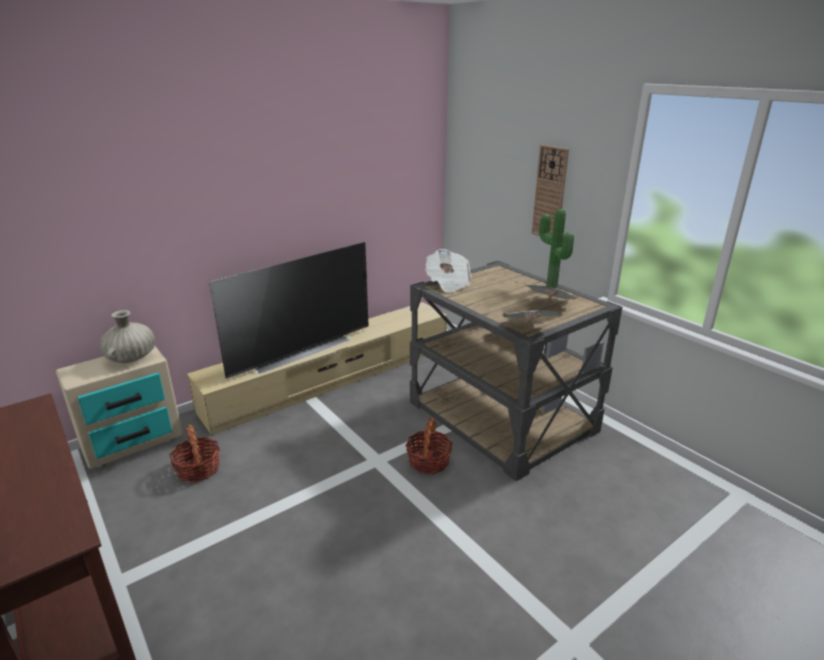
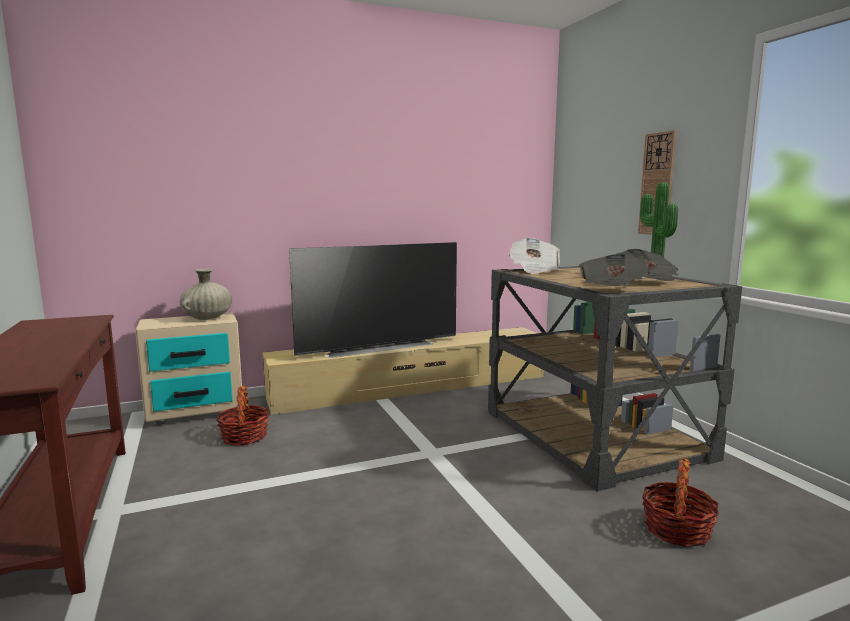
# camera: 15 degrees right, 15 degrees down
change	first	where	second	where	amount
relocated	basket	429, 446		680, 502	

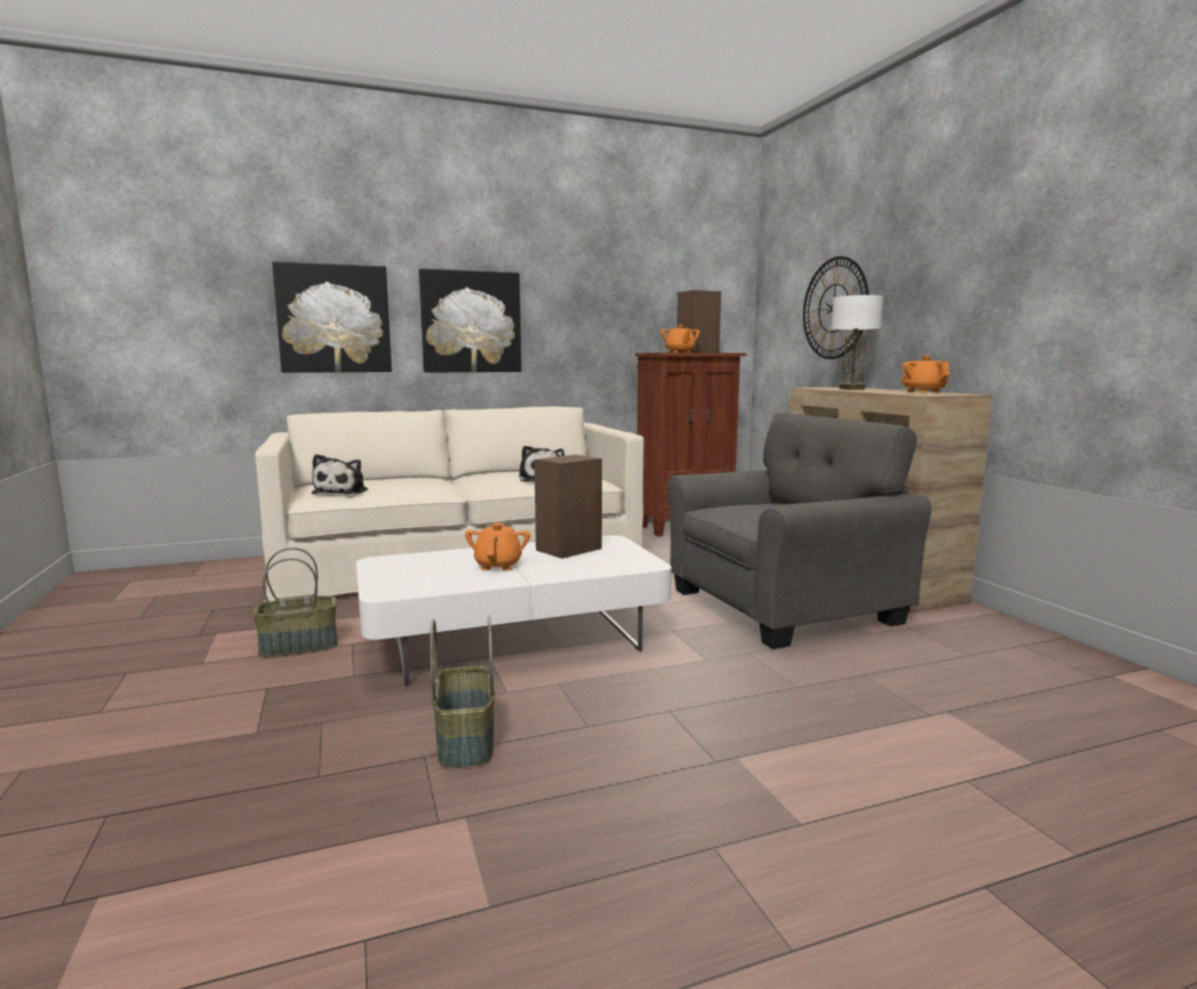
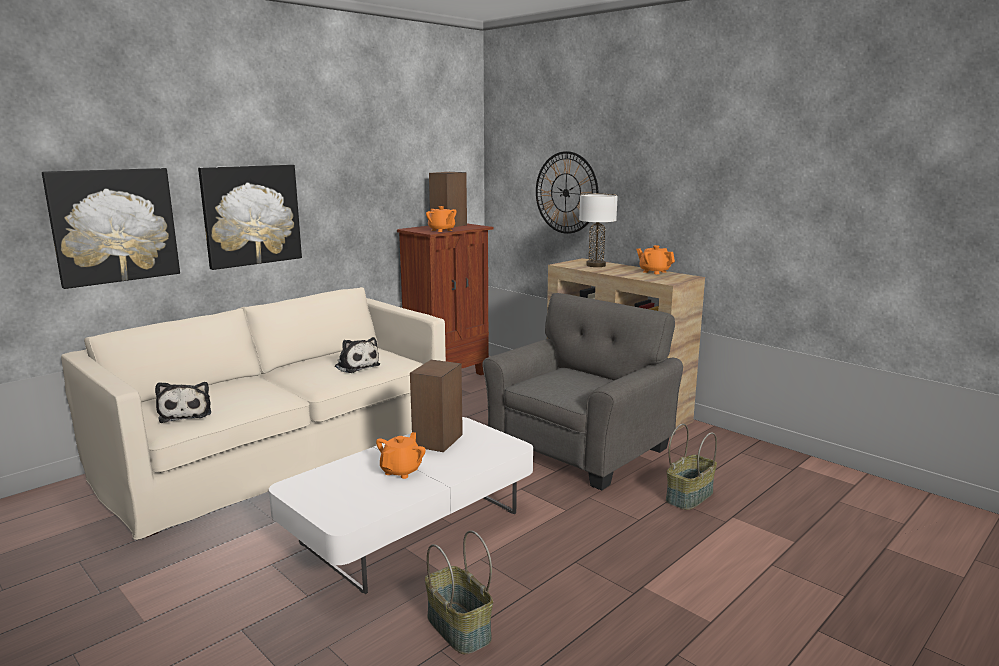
# camera: 25 degrees left, 5 degrees up
change	first	where	second	where	amount
spun	orange teapot	497, 547		401, 455	45 degrees clockwise
relocated	basket	295, 602		691, 466	

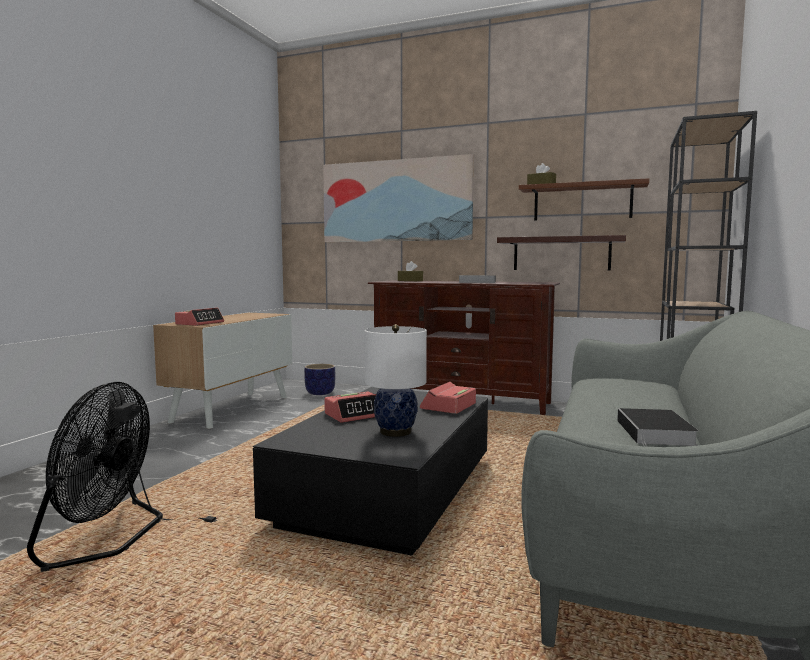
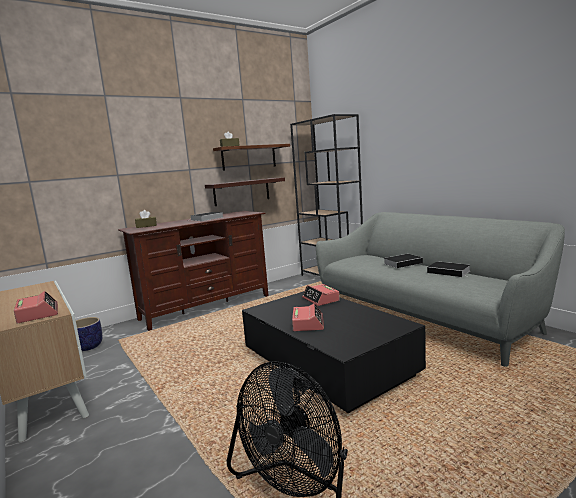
# camera: 55 degrees left, 5 degrees up
change	first	where	second	where	amount
appeared			book	403, 261	
missing	picture	398, 198			
missing	white table lamp	395, 380			

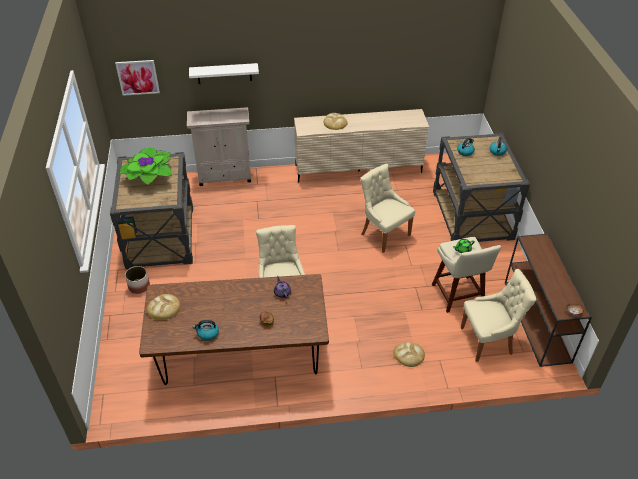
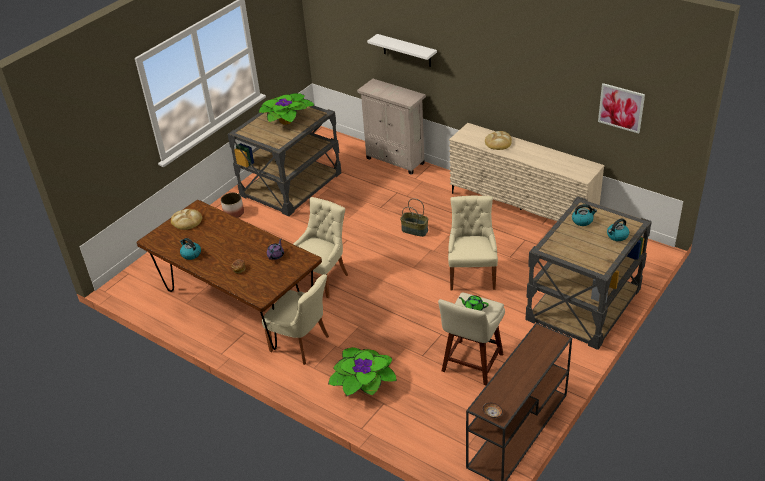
# camera: 45 degrees right, 5 degrees down
change	first	where	second	where	amount
relocated	beige chair	499, 315		295, 319	
exchanged	bread	409, 354	potted plant	362, 371	
appeared			basket	414, 217	
relocated	picture	137, 78		621, 108	

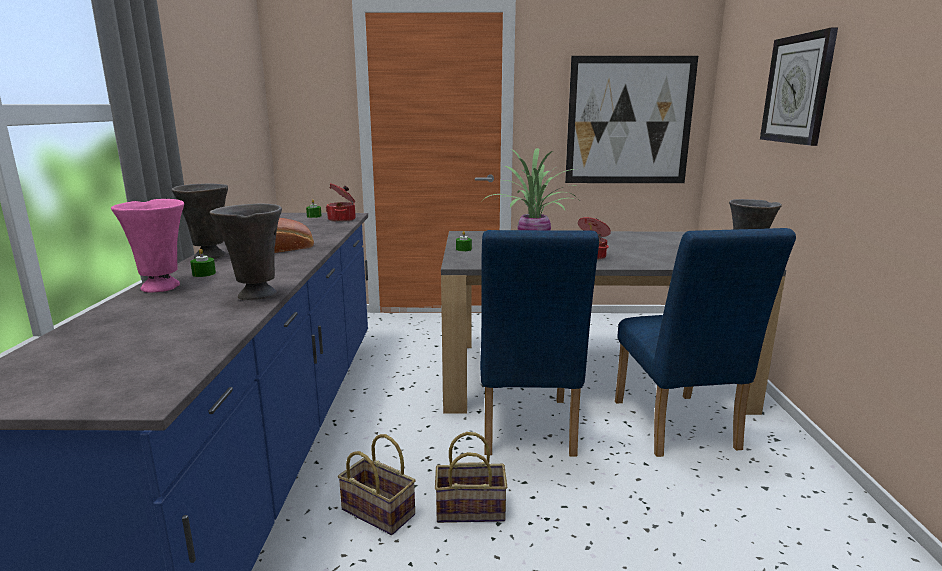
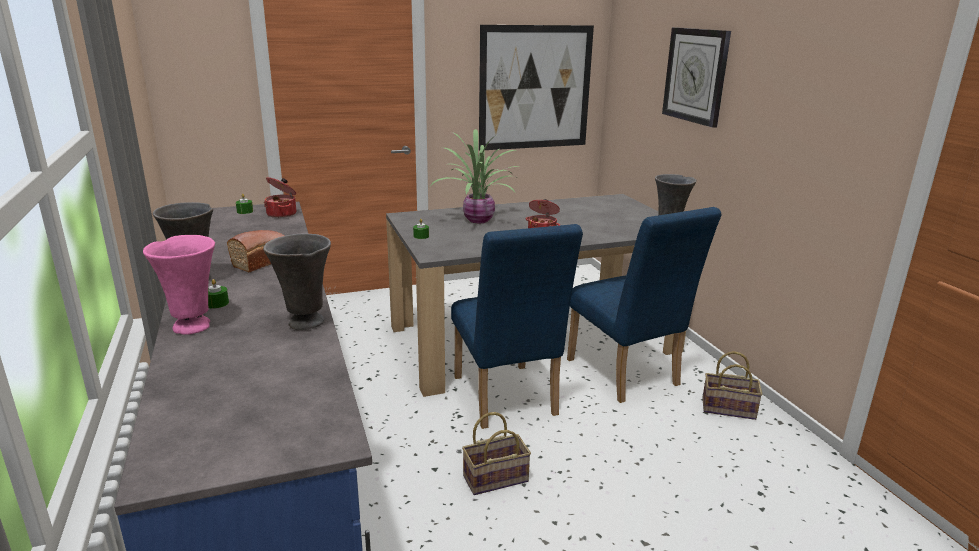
# camera: 20 degrees left, 5 degrees up
change	first	where	second	where	amount
relocated	basket	376, 484		732, 385	

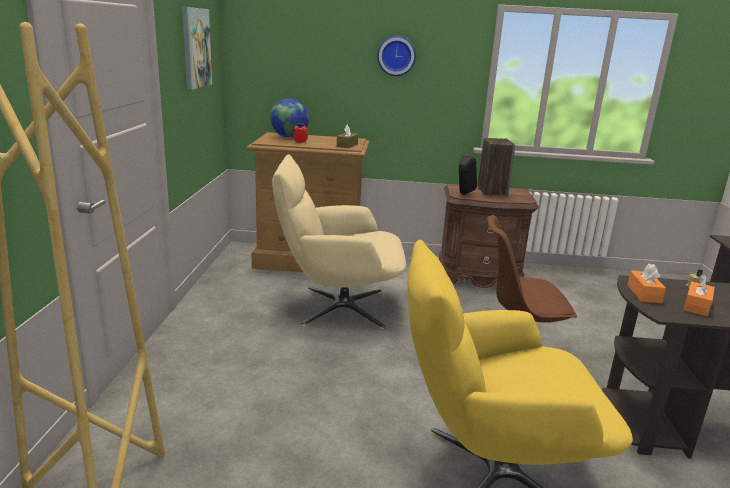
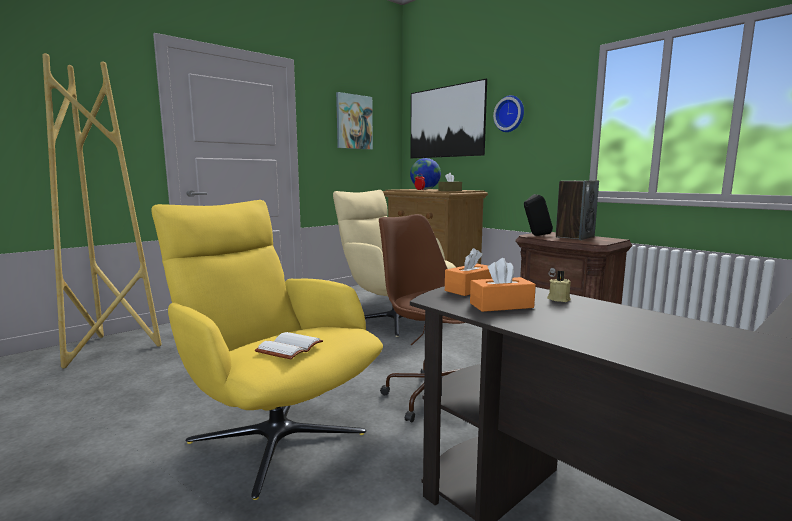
# camera: 45 degrees right, 10 degrees down
change	first	where	second	where	amount
appeared			white book	288, 345	
appeared			picture	449, 118	

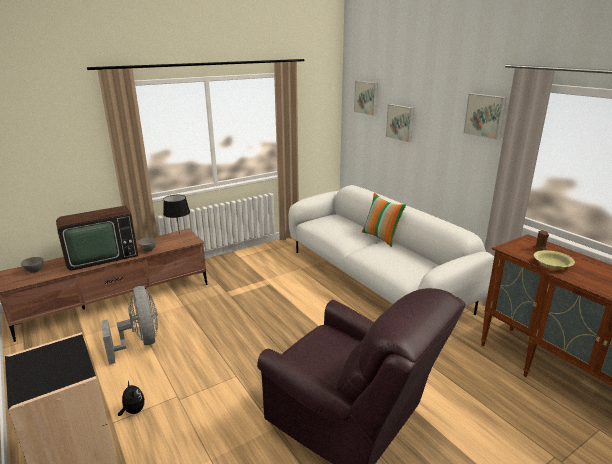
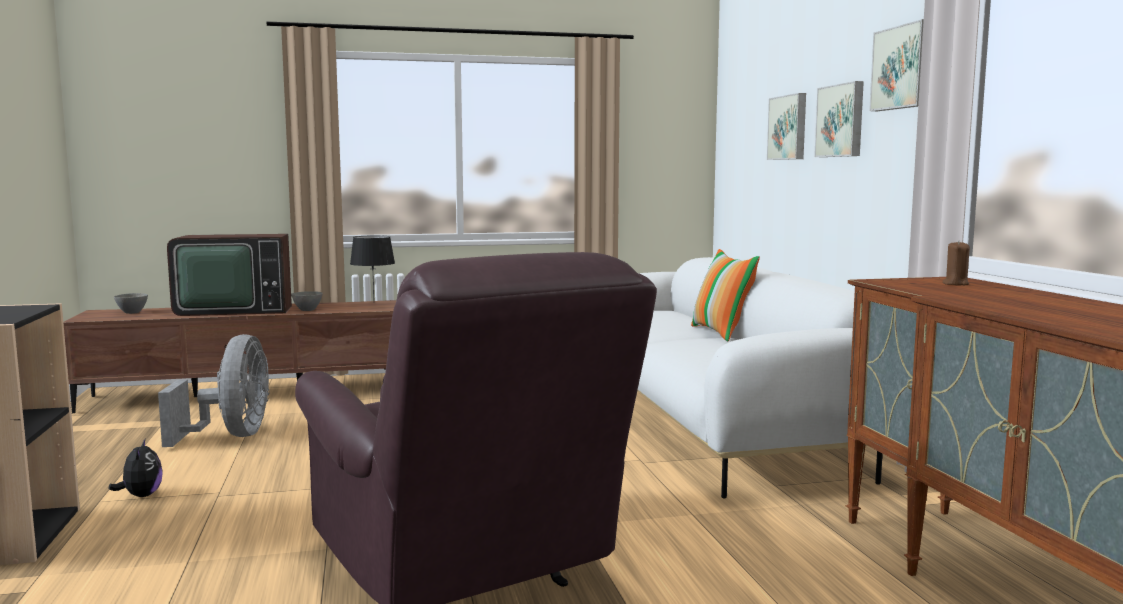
# camera: 20 degrees right, 15 degrees down
change	first	where	second	where	amount
relocated	picture	366, 98		839, 119	
missing	yellow bowl	554, 259			

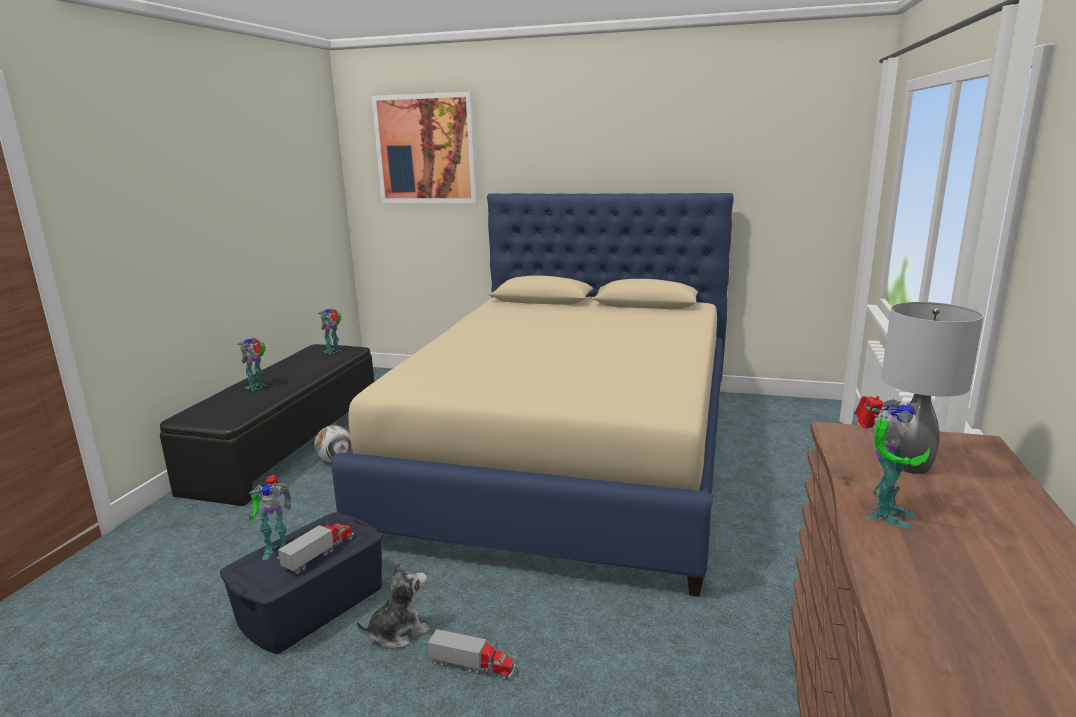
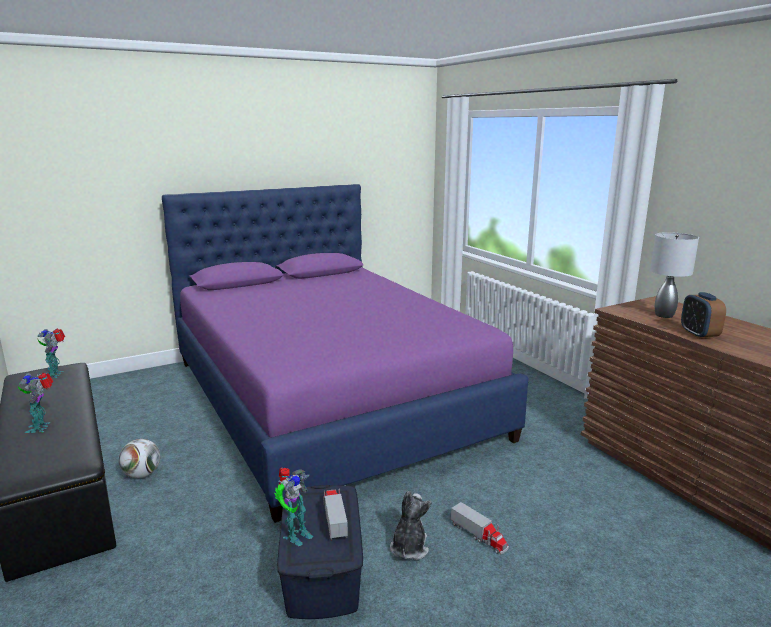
# camera: 45 degrees left, 0 degrees up
change	first	where	second	where	amount
colour	beige bed	532, 395	purple bed	345, 353	
spun	toy truck	472, 654		480, 528	75 degrees clockwise
exchanged	toy robot	892, 462	alarm clock	703, 315	
missing	picture	425, 147			

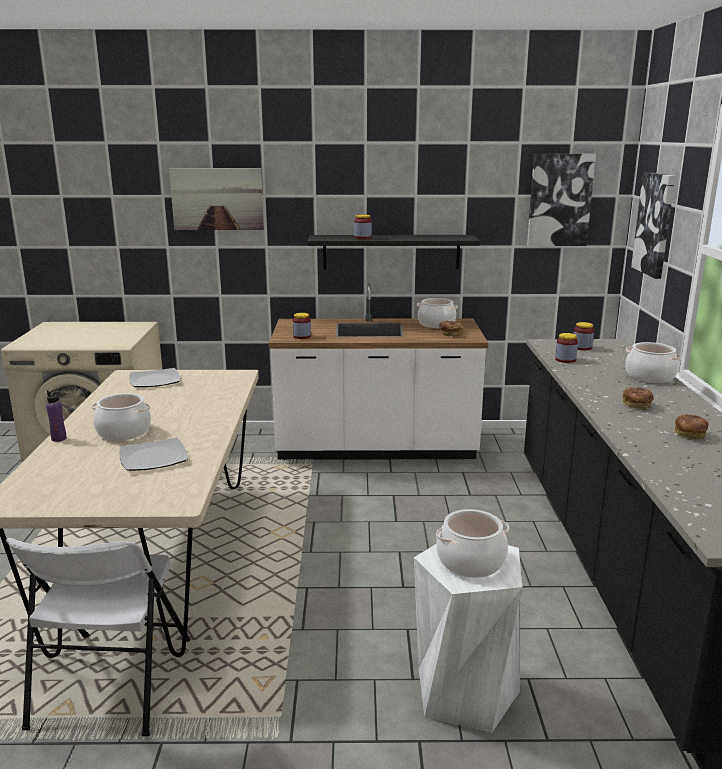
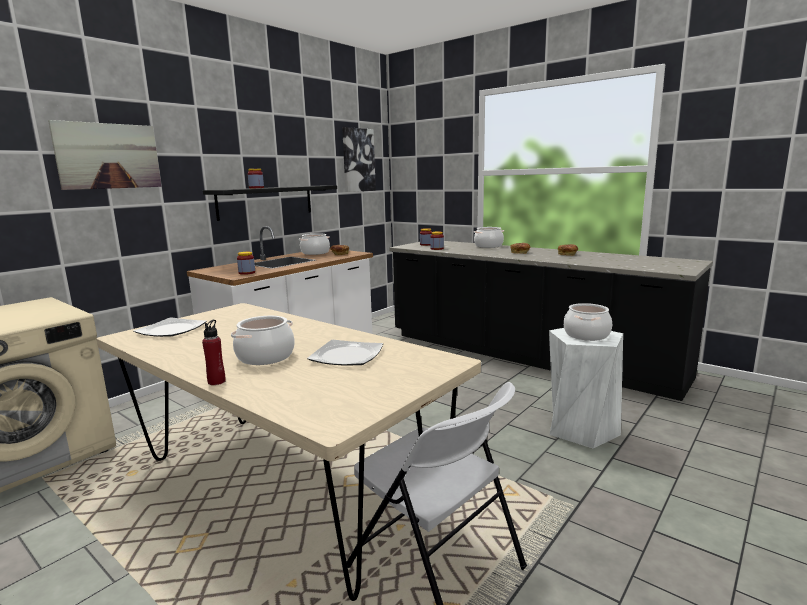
# camera: 50 degrees left, 5 degrees down
change	first	where	second	where	amount
colour	purple bottle	56, 415	red bottle	214, 352	
missing	picture	653, 225			

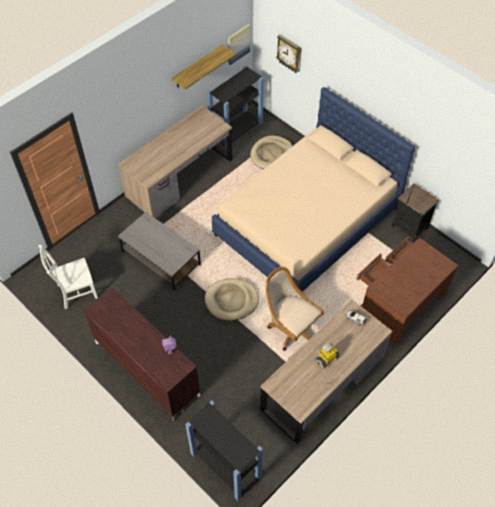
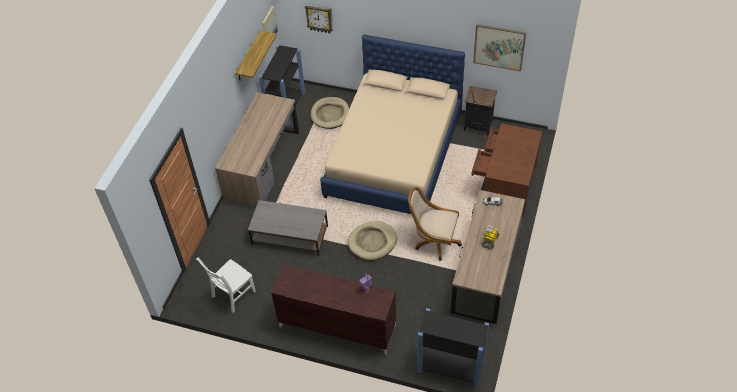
# camera: 25 degrees left, 5 degrees down
change	first	where	second	where	amount
appeared			picture	499, 47	

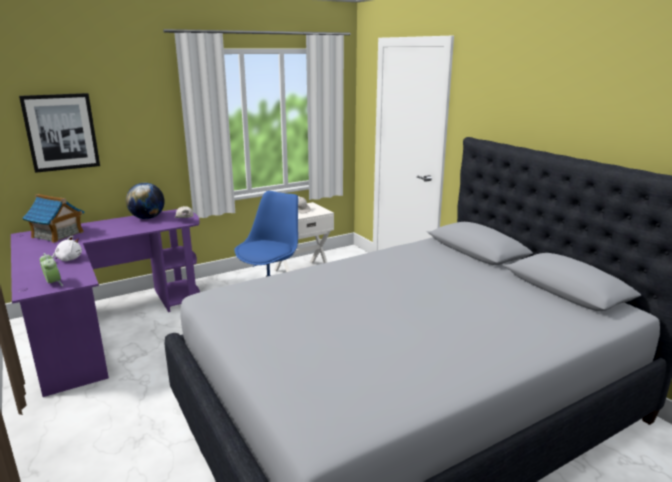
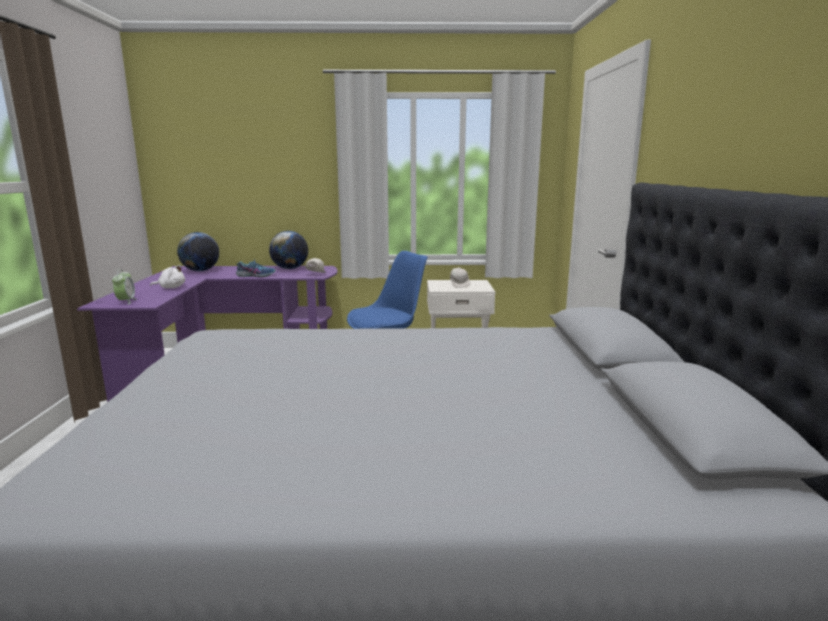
# camera: 30 degrees right, 5 degrees down
change	first	where	second	where	amount
exchanged	toy house	53, 218	globe	198, 251	
appeared			shoe	256, 268	
missing	picture	59, 133			

